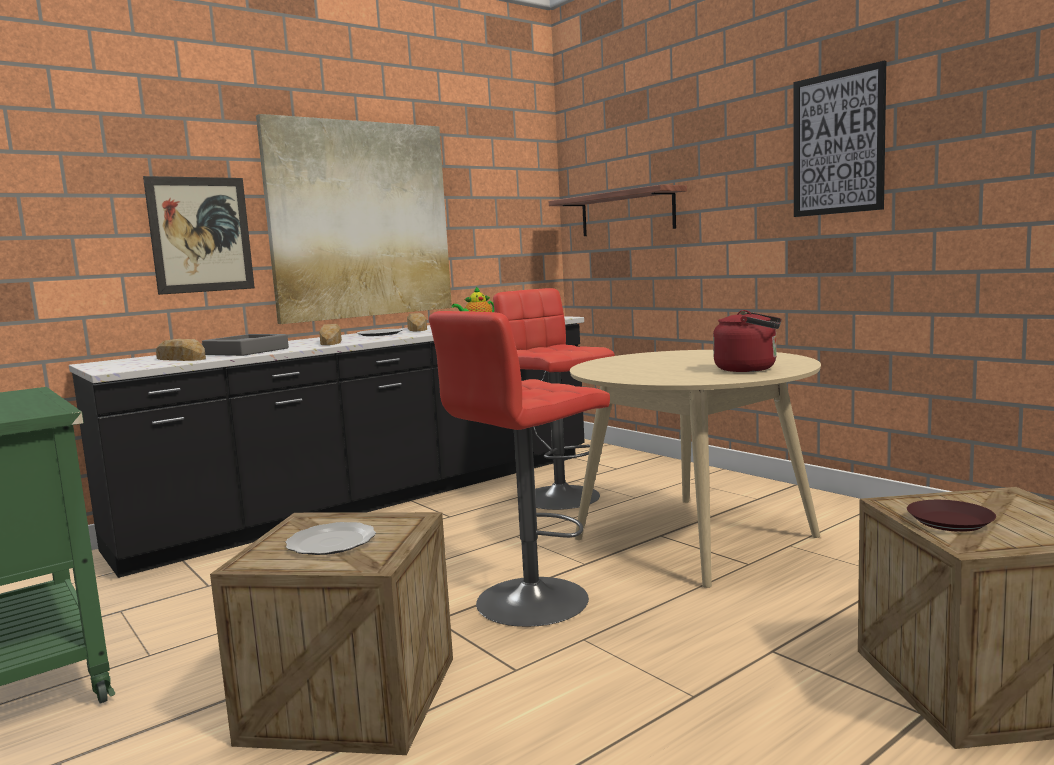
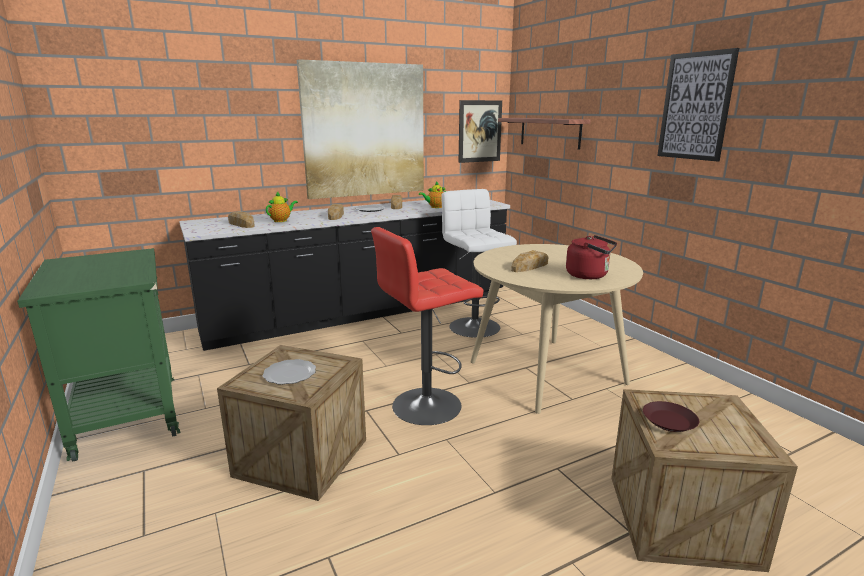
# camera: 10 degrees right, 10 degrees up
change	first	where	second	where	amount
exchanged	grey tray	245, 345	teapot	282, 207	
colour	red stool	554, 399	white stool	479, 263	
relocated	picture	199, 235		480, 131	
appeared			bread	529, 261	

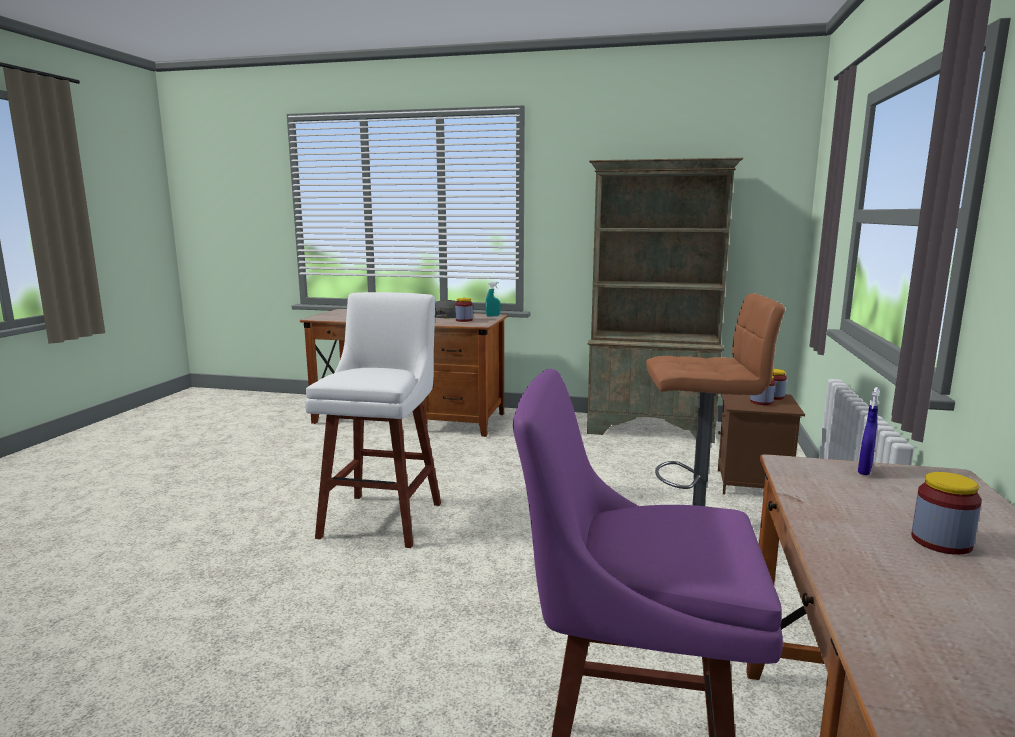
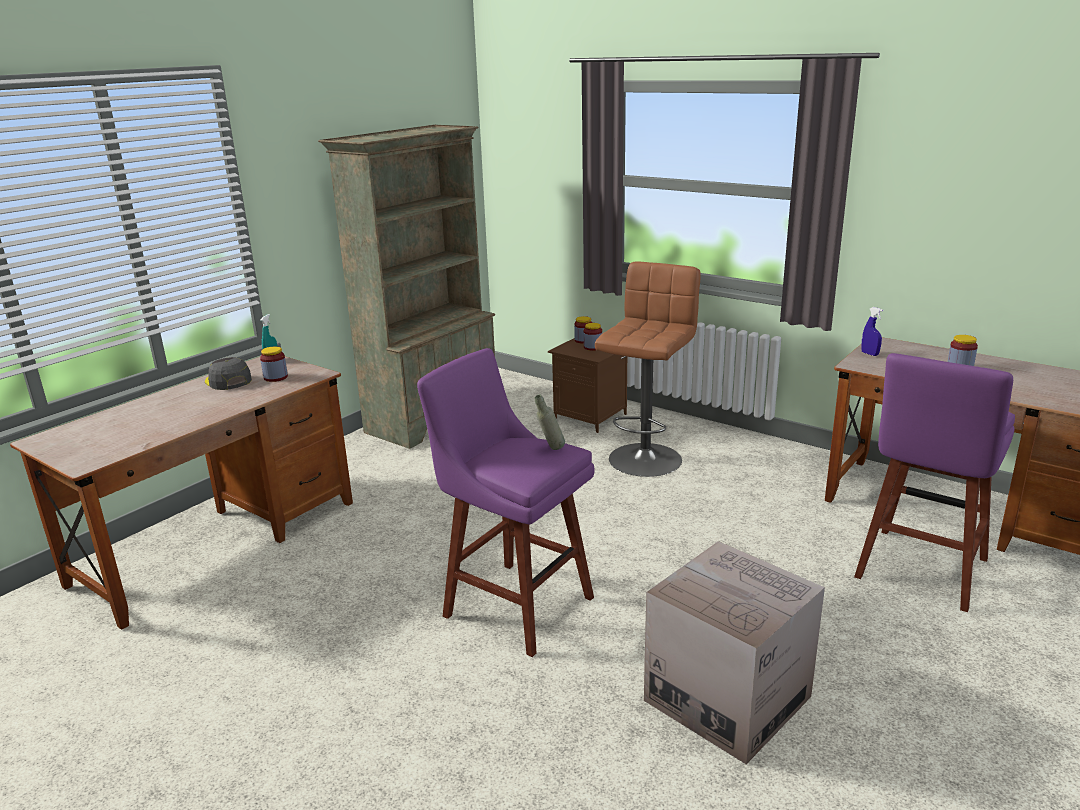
# camera: 65 degrees left, 10 degrees up
change	first	where	second	where	amount
colour	white stool	373, 420	purple stool	506, 502	
appeared			grey bottle	550, 422	
appeared			cardboard box	734, 652	

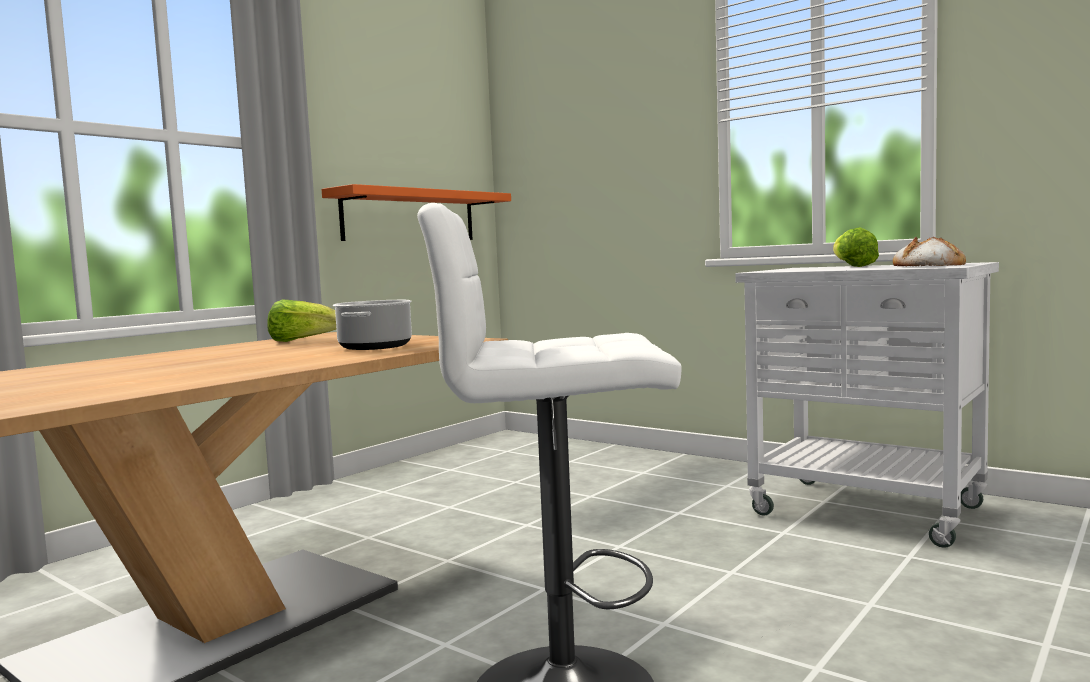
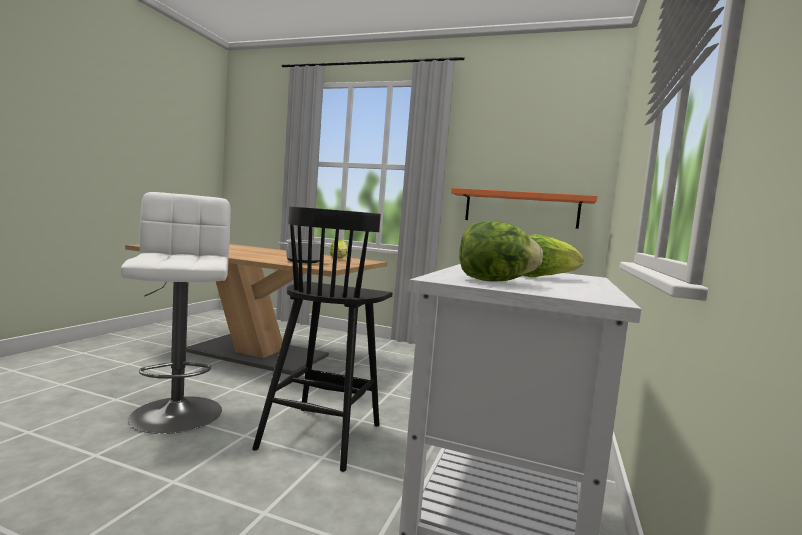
# camera: 70 degrees right, 0 degrees up
change	first	where	second	where	amount
appeared			black stool	322, 339	
exchanged	bread	929, 251	lettuce	501, 251	

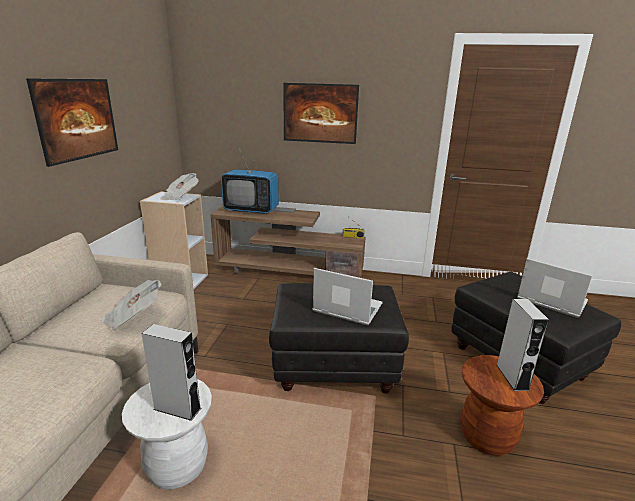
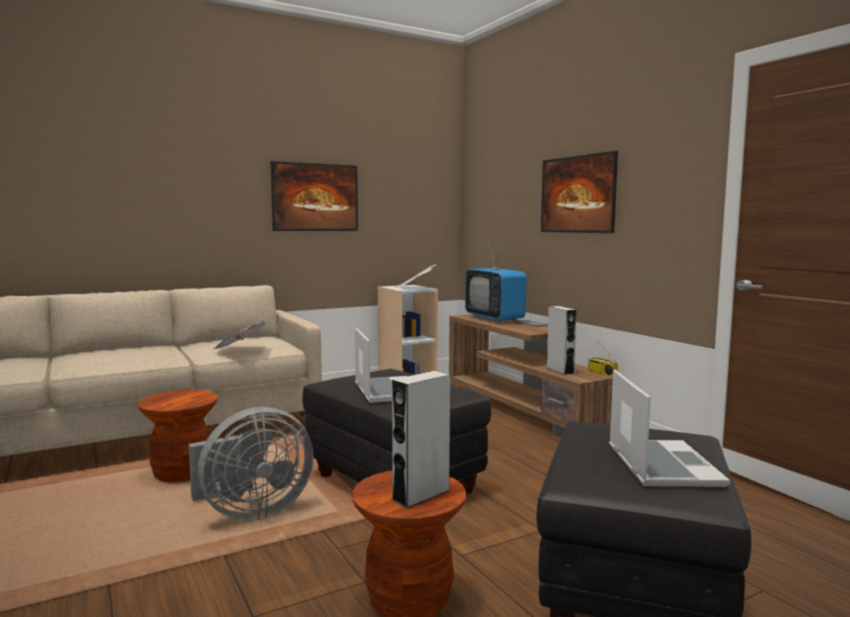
# camera: 50 degrees right, 15 degrees down
change	first	where	second	where	amount
colour	white stool	167, 434	brown stool	177, 436	
appeared			grey fan	251, 464	
relocated	grey speaker	171, 372		561, 340	

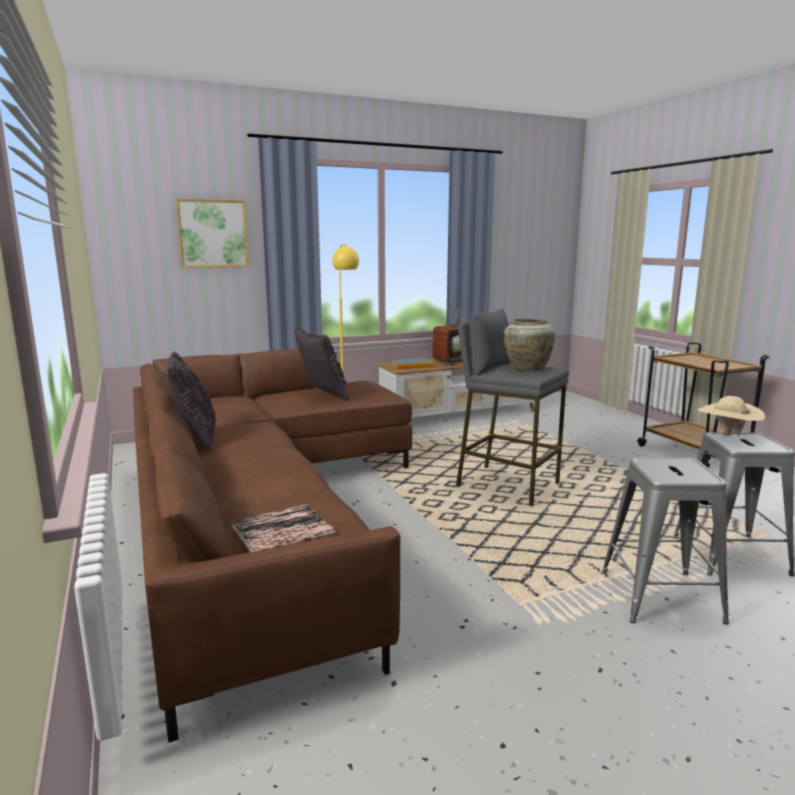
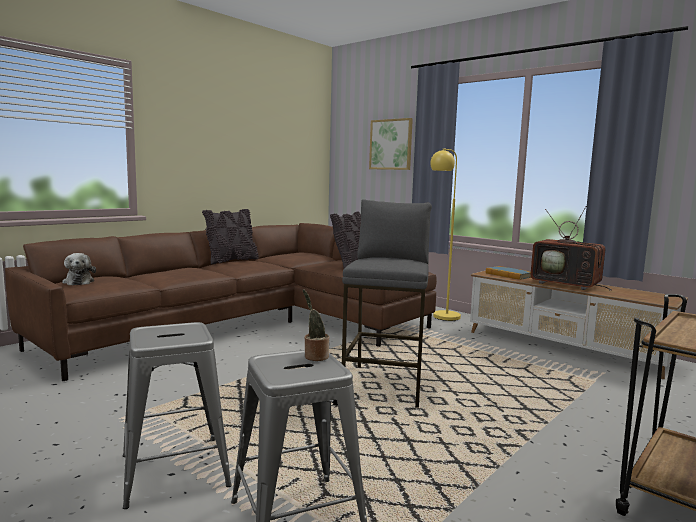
# camera: 65 degrees right, 5 degrees down
change	first	where	second	where	amount
exchanged	book	283, 528	plush toy	79, 269	
exchanged	beige hat	731, 416	potted plant	316, 325	
missing	beige vase	529, 344			

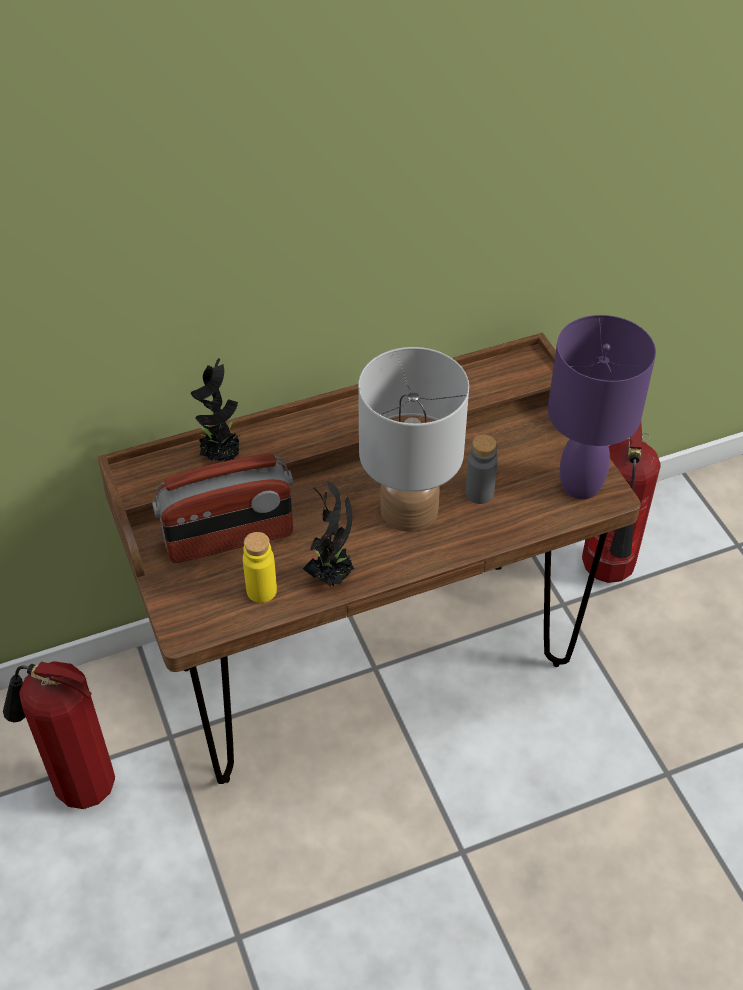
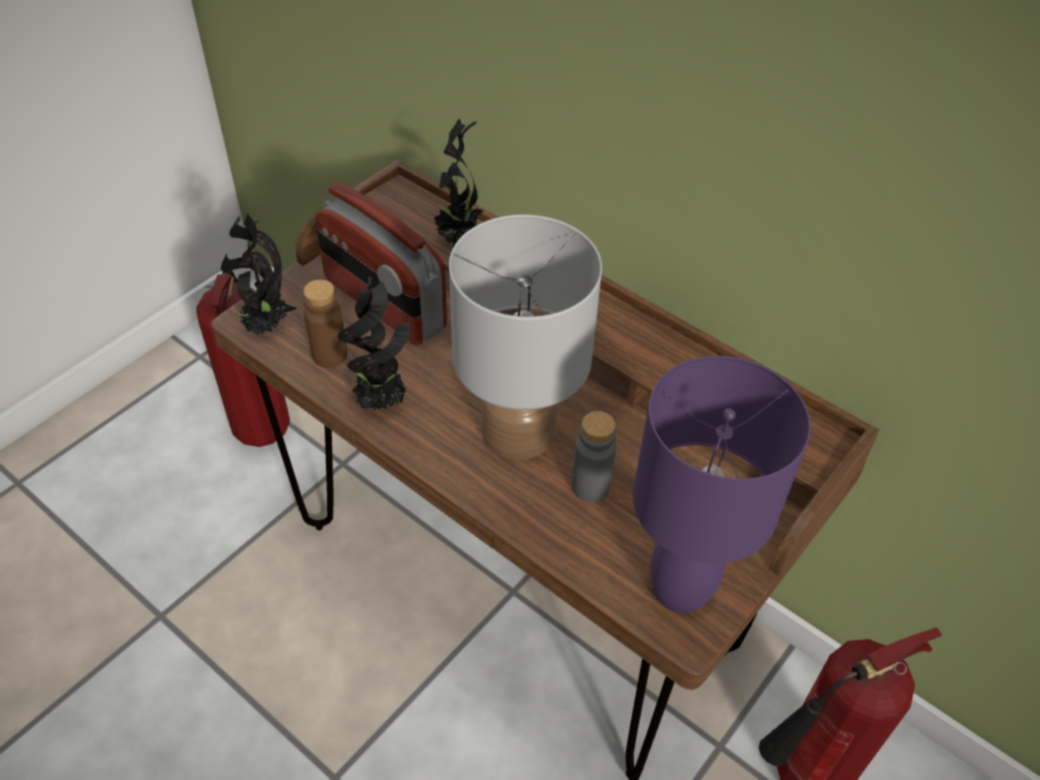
# camera: 60 degrees right, 0 degrees up
change	first	where	second	where	amount
appeared			potted plant	259, 274	
colour	yellow bottle	260, 567	brown bottle	325, 323	

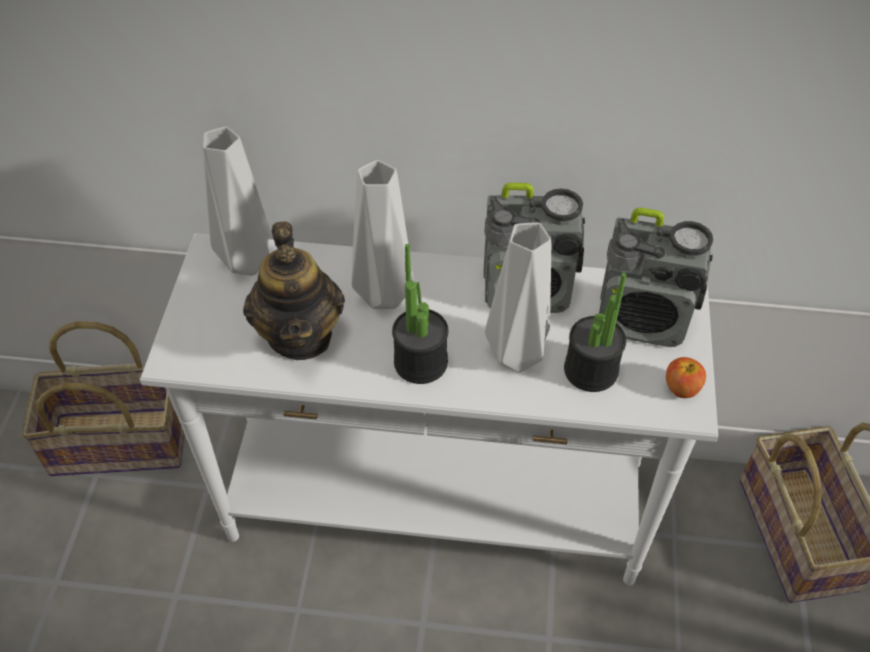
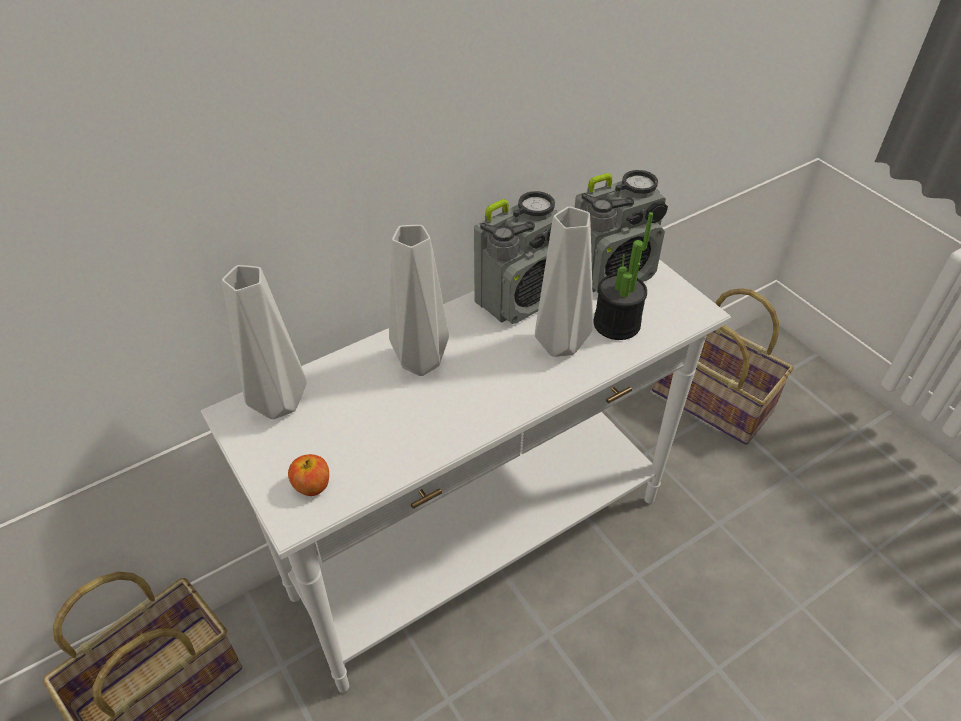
# camera: 40 degrees left, 5 degrees down
change	first	where	second	where	amount
relocated	apple	686, 377		308, 475	
missing	teapot	294, 290			
missing	potted plant	420, 314			

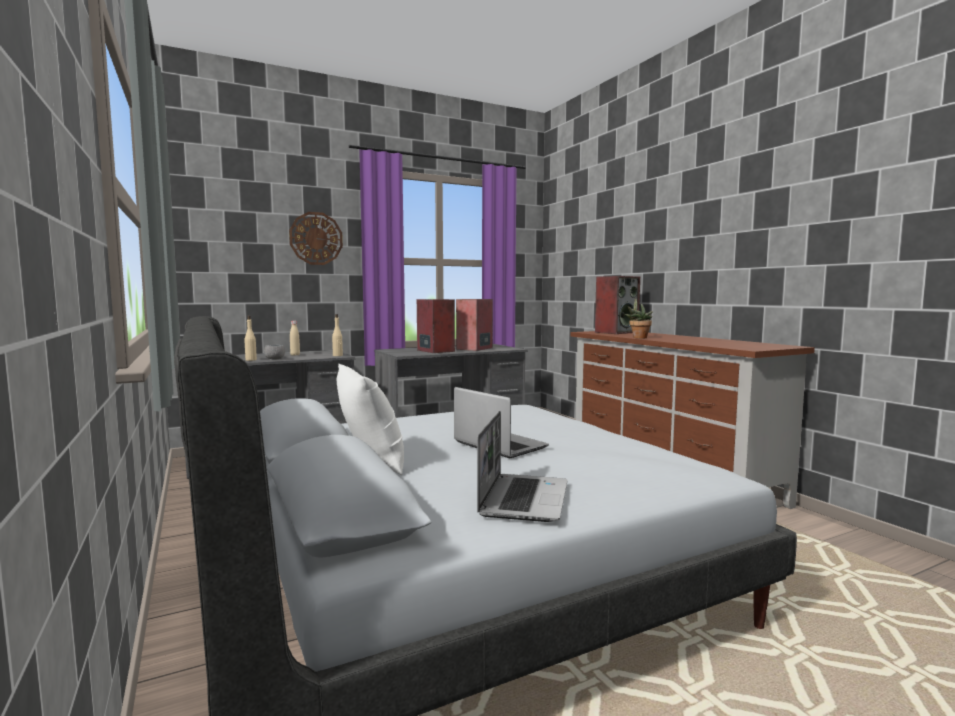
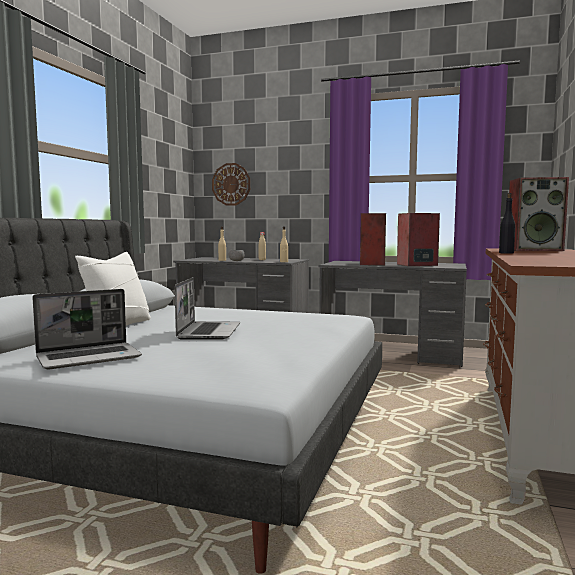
# camera: 45 degrees right, 0 degrees up
change	first	where	second	where	amount
relocated	wall clock	316, 238		231, 184	
exchanged	potted plant	639, 318	black bottle	507, 223	

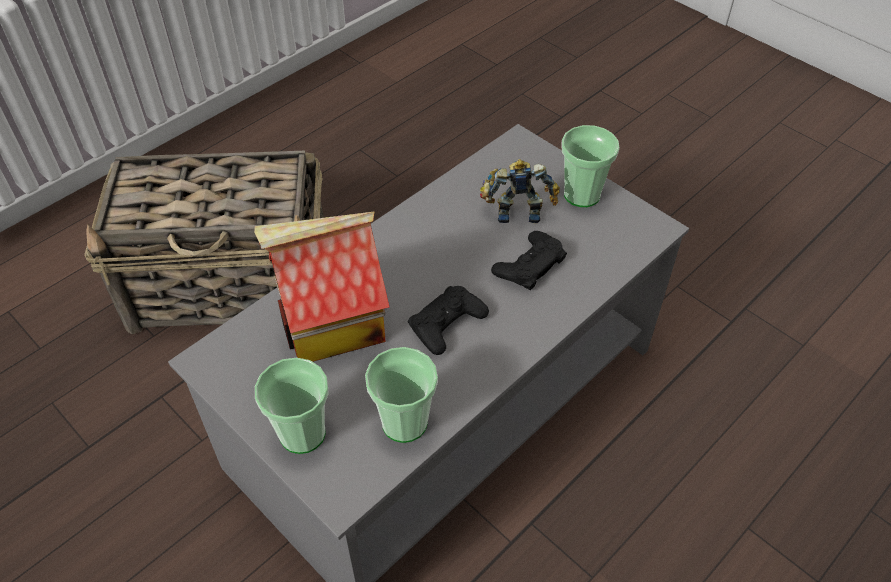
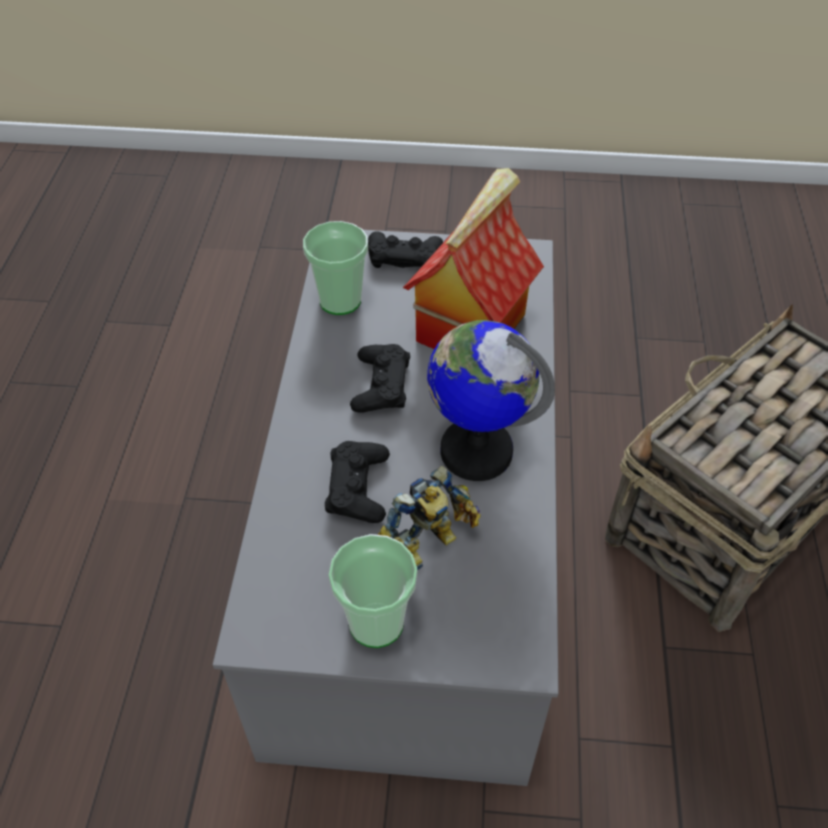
# camera: 140 degrees right, 0 degrees up
change	first	where	second	where	amount
exchanged	cup	292, 406	black game controller	405, 249	
appeared			globe	491, 400	

